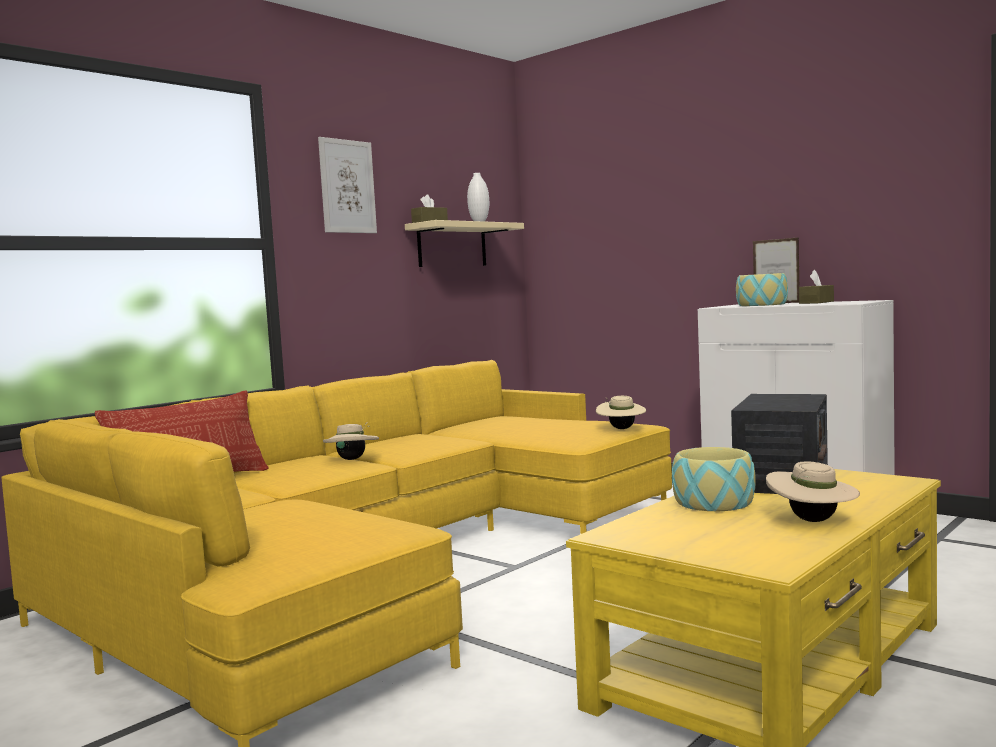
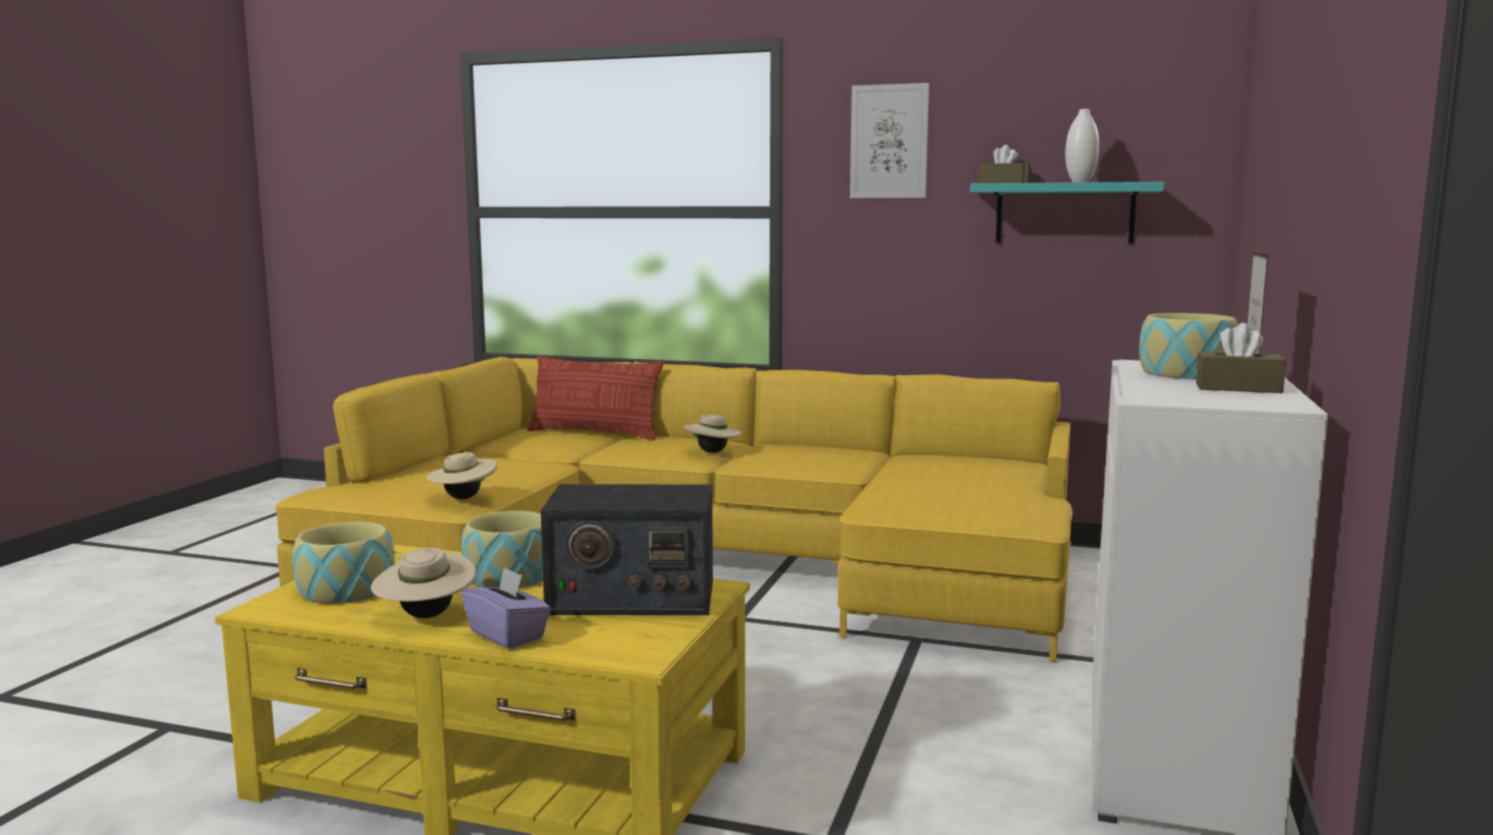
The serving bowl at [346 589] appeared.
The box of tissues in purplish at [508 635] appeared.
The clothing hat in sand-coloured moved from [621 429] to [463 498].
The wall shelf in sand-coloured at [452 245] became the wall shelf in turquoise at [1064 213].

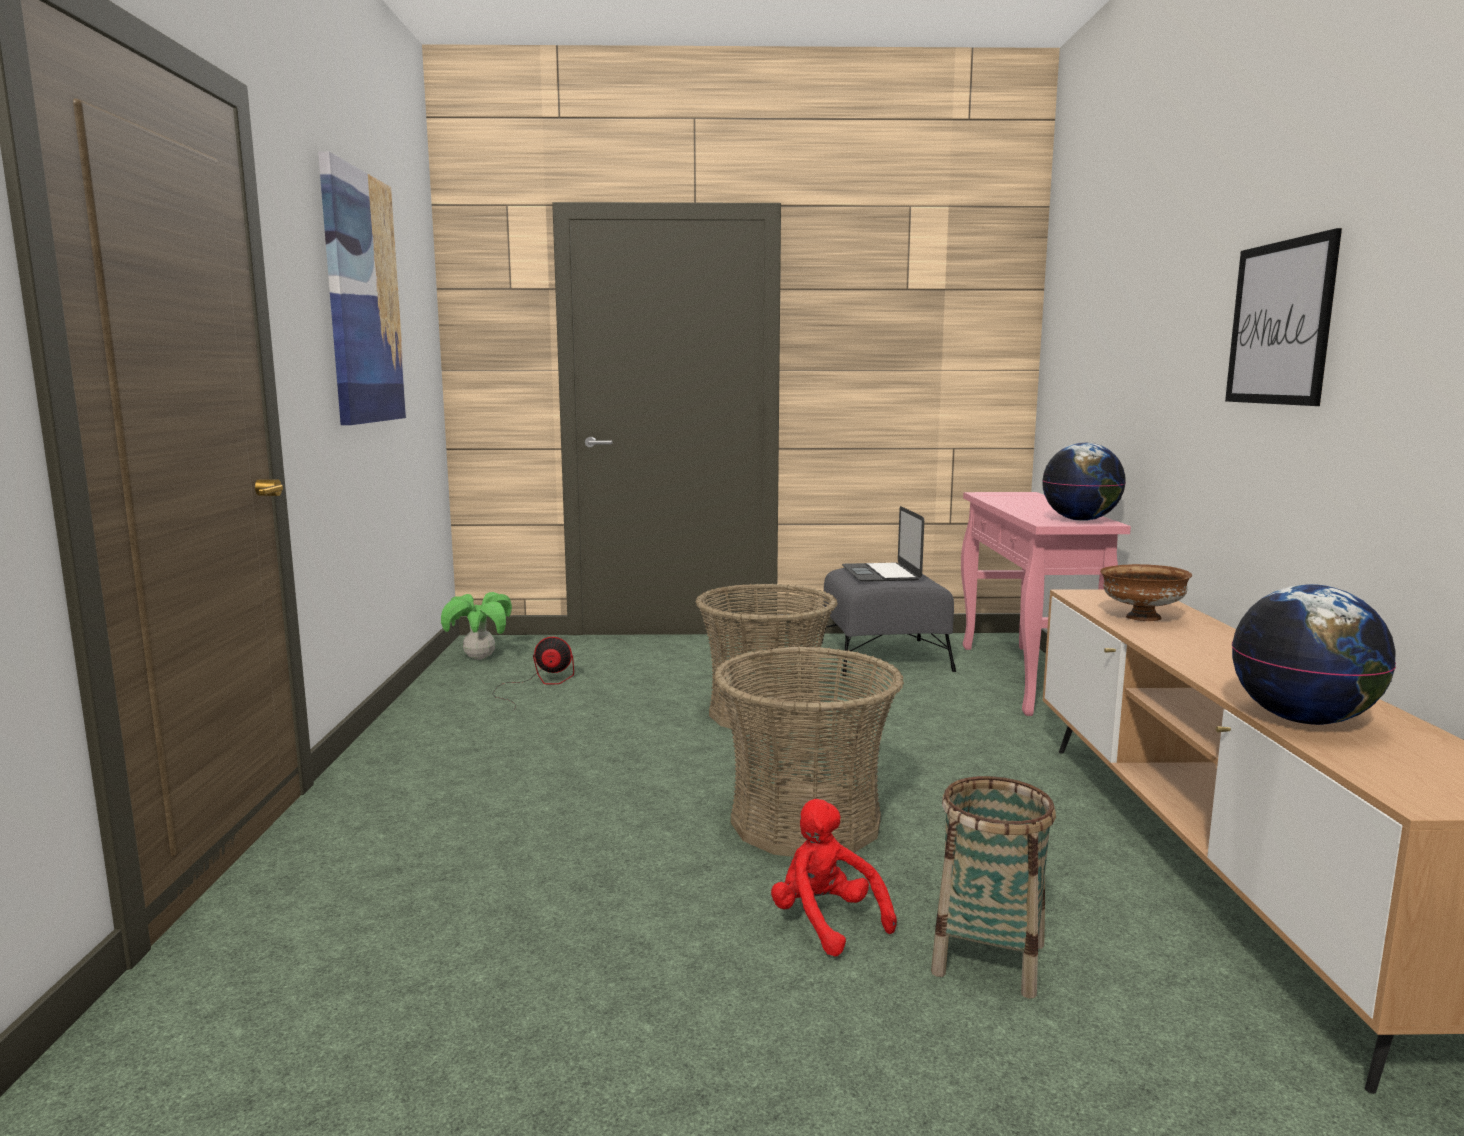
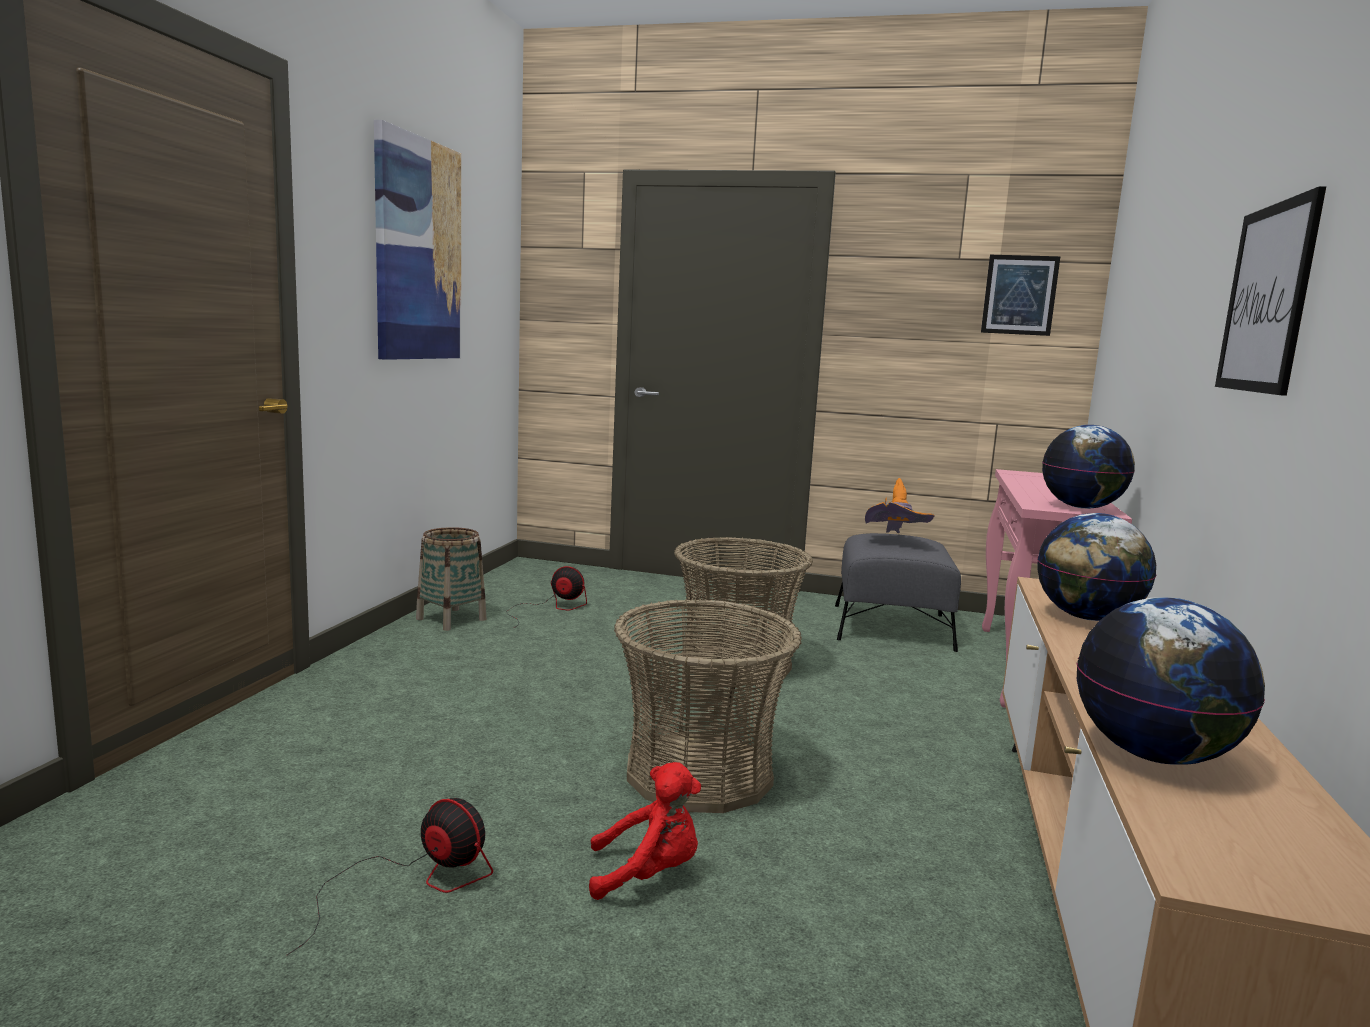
The houseplant at [480 658] disappeared.
The cooling fan at [415 882] appeared.
The wall picture at [1019 295] appeared.
The household basket moved from [988 958] to [451 619].
The notebook computer at [881 573] was replaced by the clothing hat in orange-coloured at [894 542].
The serving bowl in brownish at [1141 618] was replaced by the world globe at [1086 618].
The plush toy in red-coloured at [826 921] turned 105 degrees clockwise.

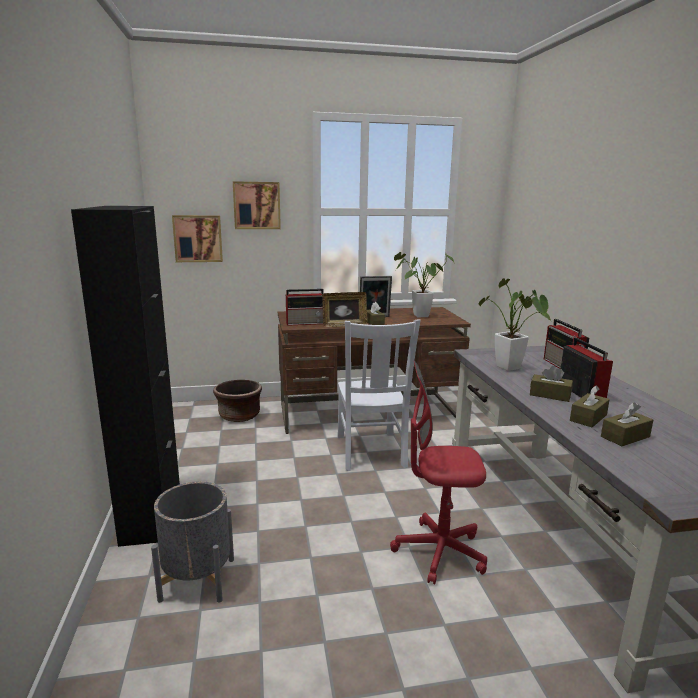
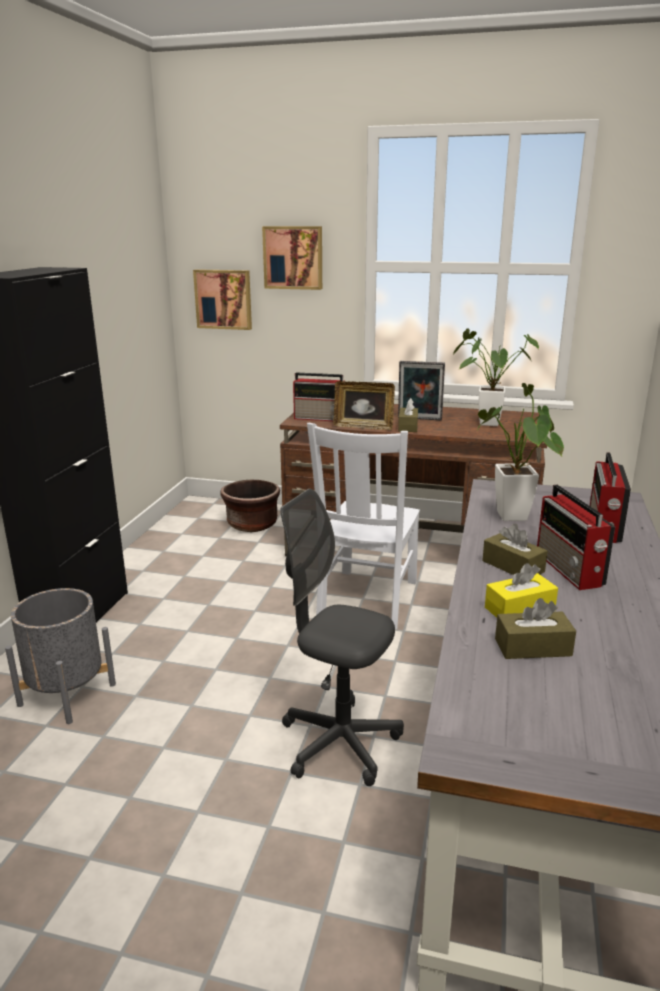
The office chair in red-coloured at [439 552] became the office chair in gray at [339 743].
The box of tissues in brownish at [588 418] became the box of tissues in yellowish at [519 609].
The radio at [580 391] turned 150 degrees clockwise.

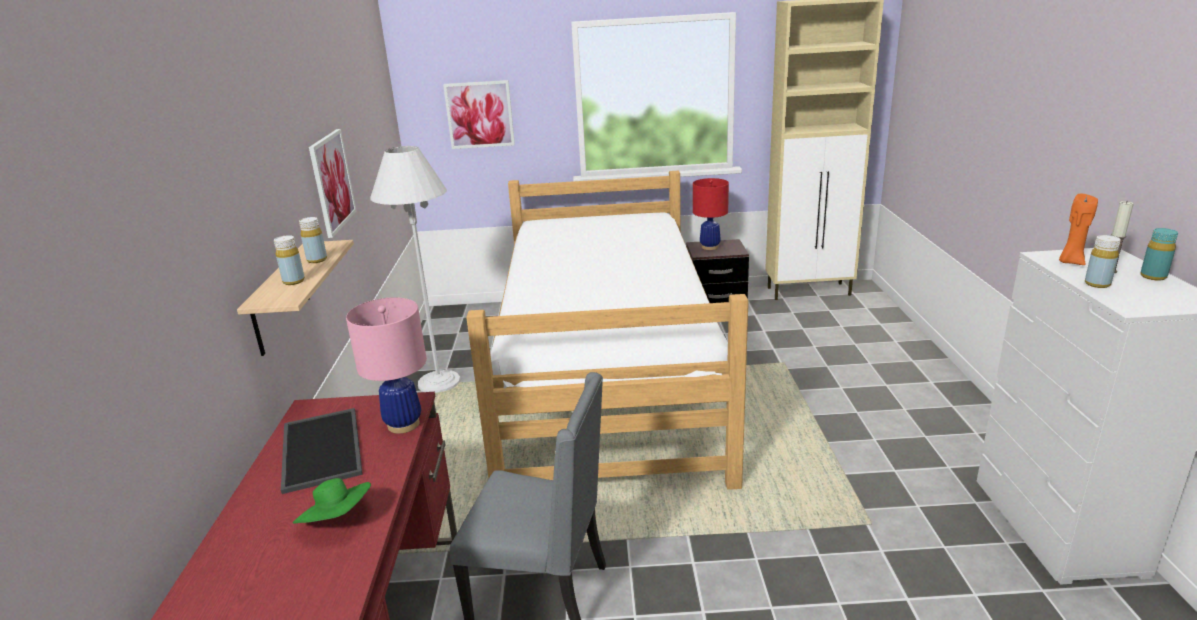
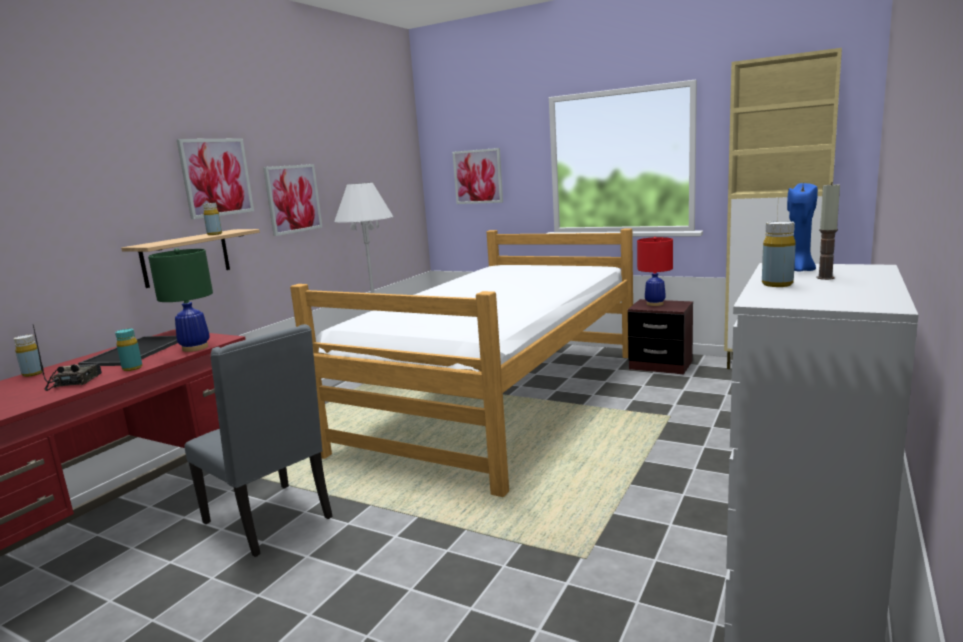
The wall picture at [216 177] appeared.
The drink bottle in yellowish moved from [294 281] to [33 374].
The drink bottle in turquoise moved from [1153 276] to [132 368].
The clothing hat in greenish at [338 520] was replaced by the radio at [74 382].
The table lamp in pinkish at [403 424] became the table lamp in greenish at [195 348].
The wax candle in orange-coloured at [1070 262] became the wax candle in bluish at [797 270].

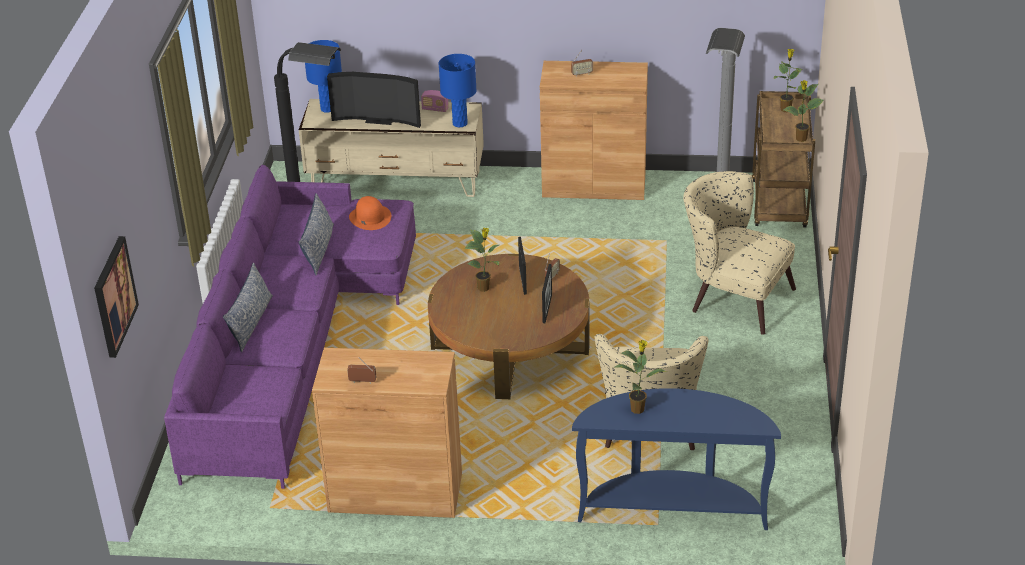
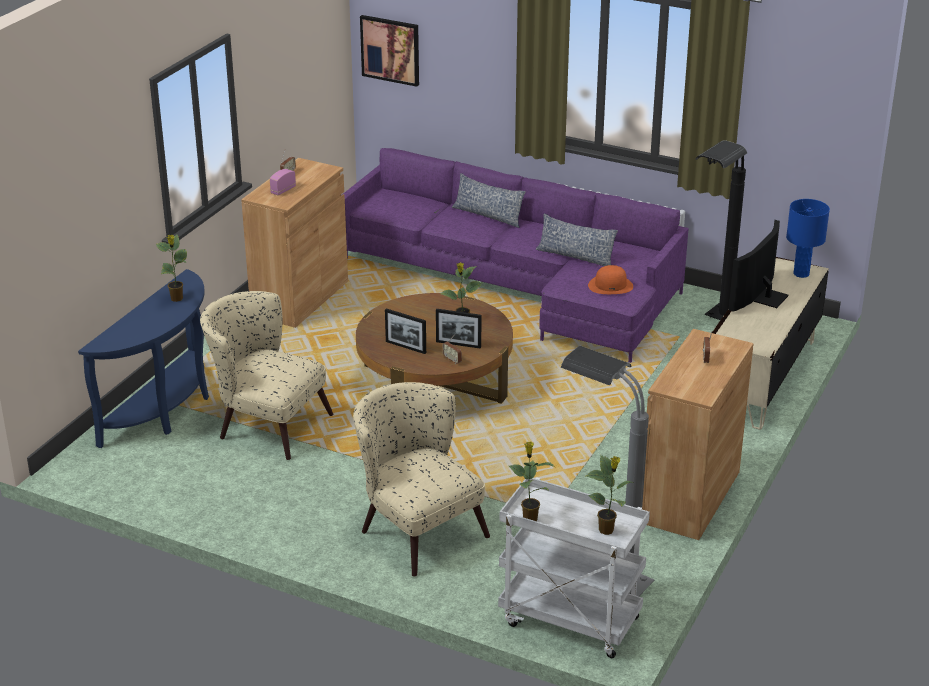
The table lamp in bluish at [459 123] disappeared.
The radio moved from [435 109] to [283 190].
The trolley in brownish at [780 205] became the trolley in white-coloured at [568 621].
The armchair in sand-coloured at [732 297] turned 90 degrees counterclockwise.

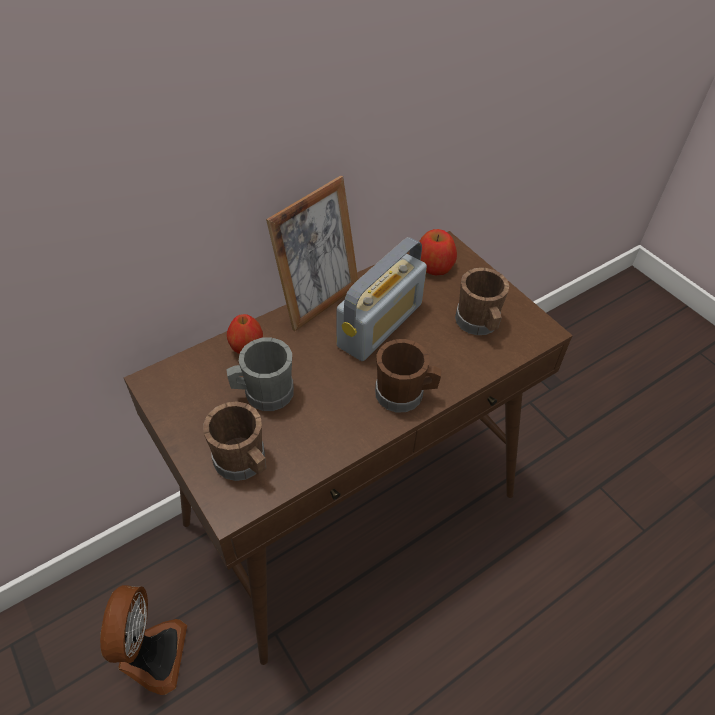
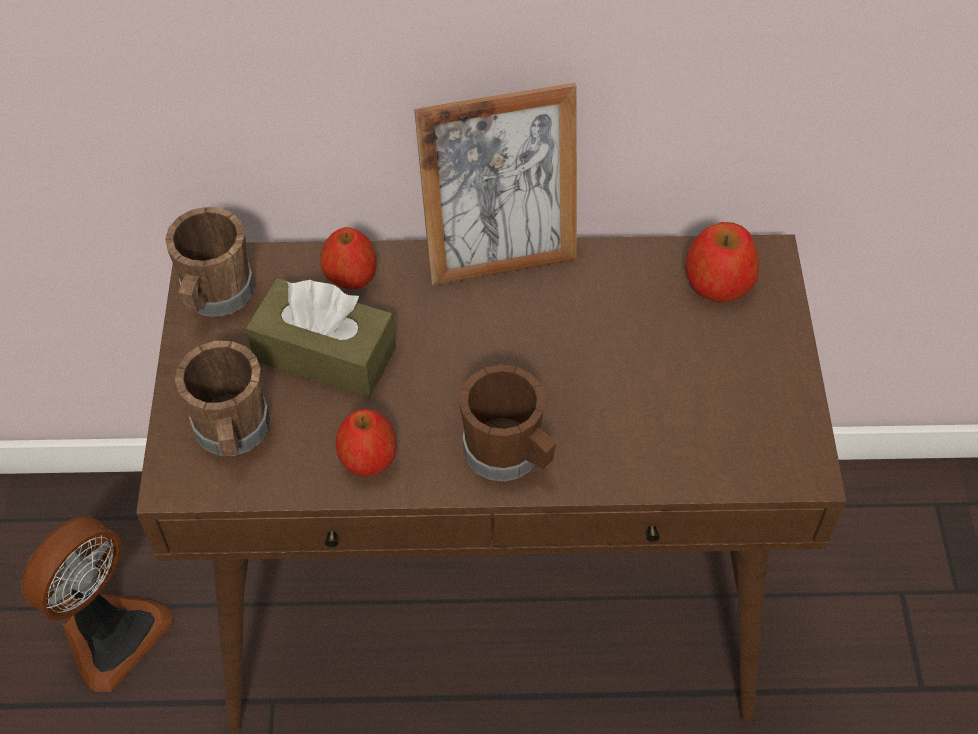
The radio at [380 325] disappeared.
The apple at [368 460] appeared.
The coffee mug in brownish moved from [478 324] to [215 296].
The coffee mug in gray at [263 393] was replaced by the box of tissues in brownish at [325 354].

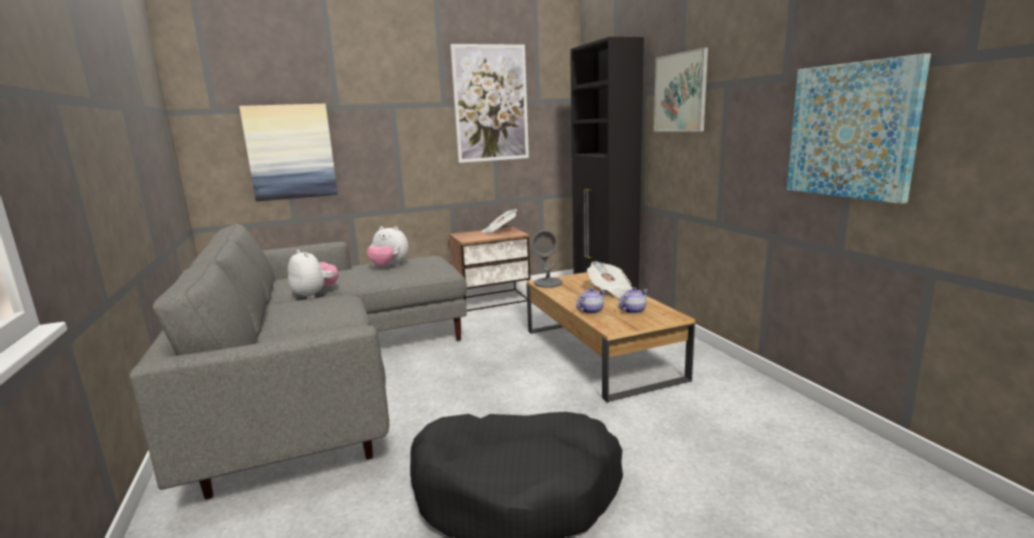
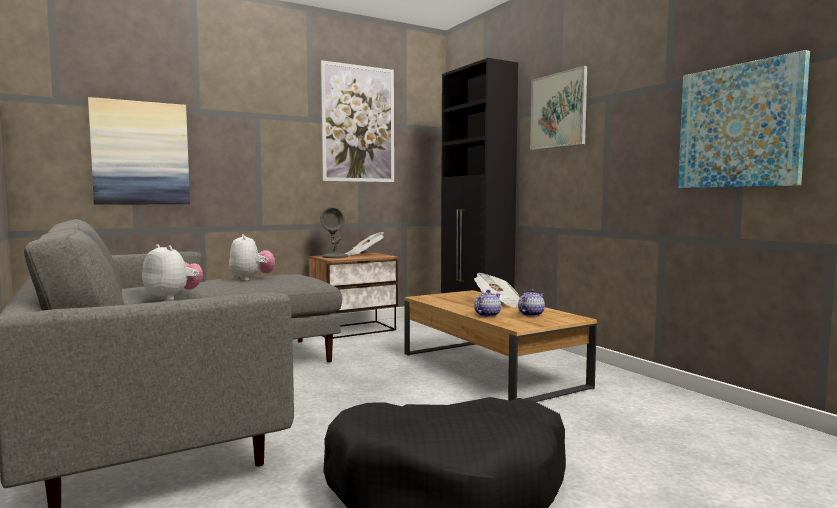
The table lamp in gray moved from [548 283] to [335 256].
The plush toy at [389 266] turned 120 degrees counterclockwise.

